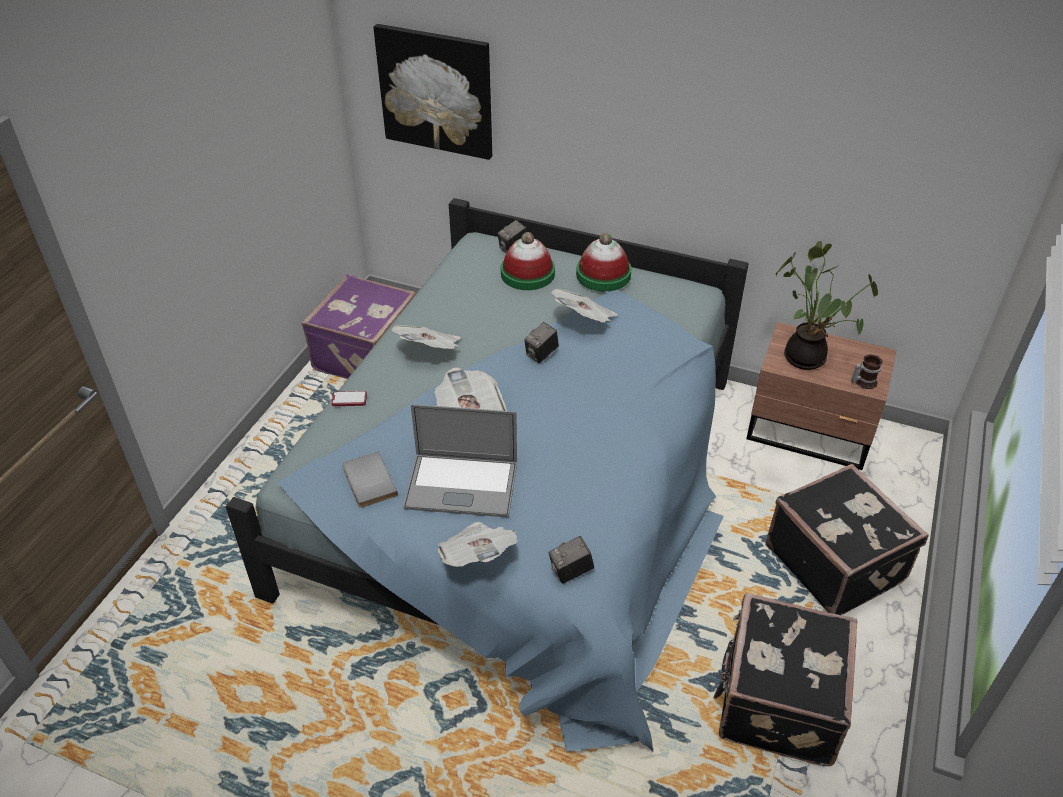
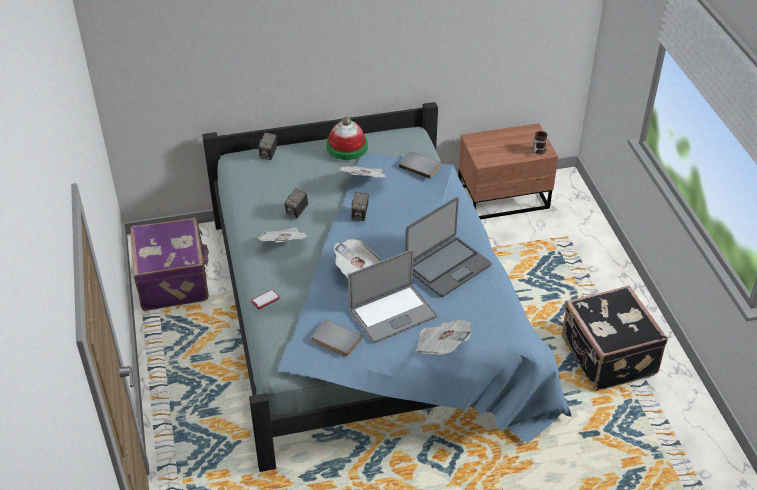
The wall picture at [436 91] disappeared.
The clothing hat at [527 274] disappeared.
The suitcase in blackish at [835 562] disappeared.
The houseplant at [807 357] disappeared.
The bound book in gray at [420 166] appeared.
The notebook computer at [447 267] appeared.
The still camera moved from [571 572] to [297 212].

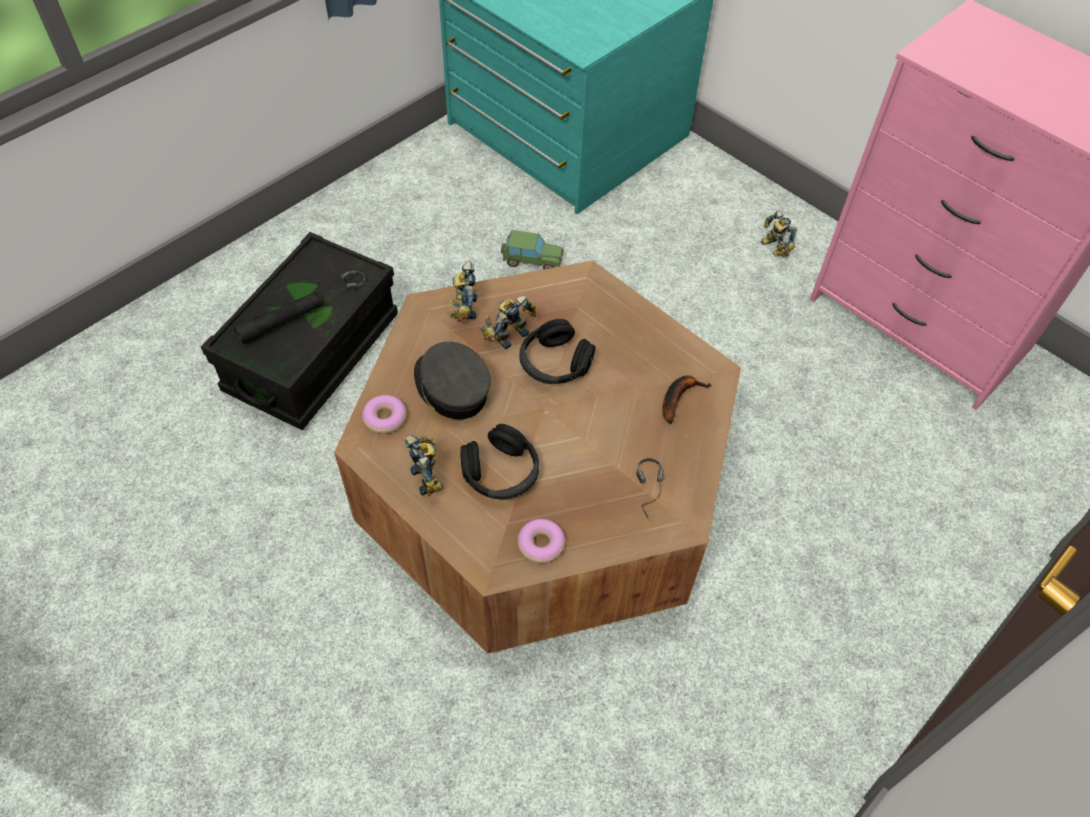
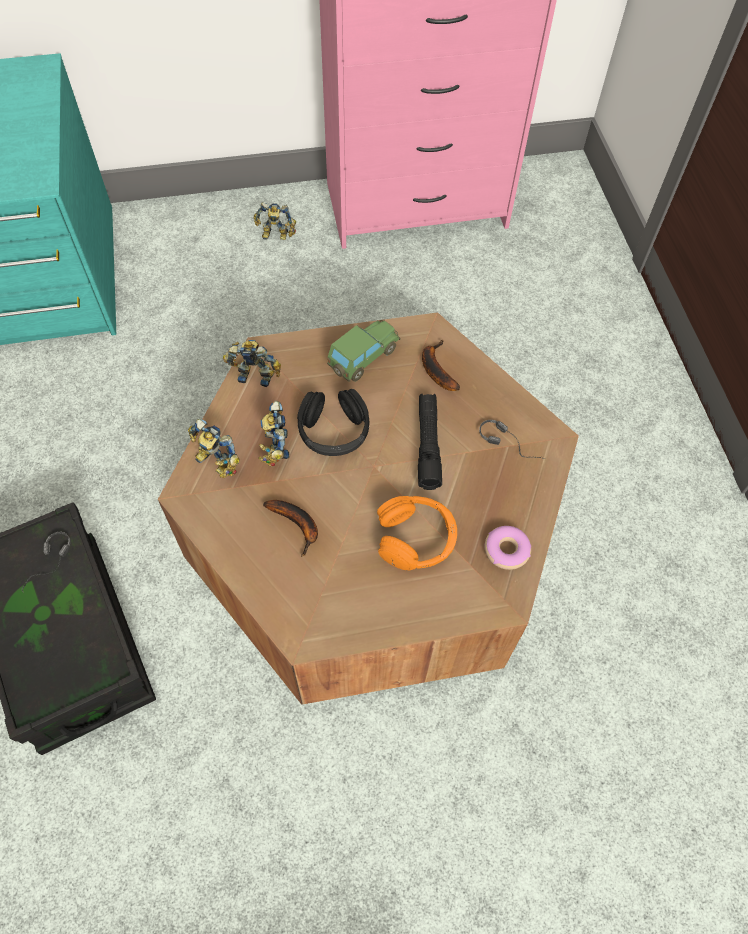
The donut at [385 418] disappeared.
The torch in blackish moved from [281 323] to [428 445].
The model robot moved from [429 477] to [255 374].
The toy car moved from [532 260] to [362 358].
The cap in gray at [451 388] was replaced by the banana fruit at [297 525].
The headphones in blackish at [501 473] became the headphones in orange-coloured at [416 538].

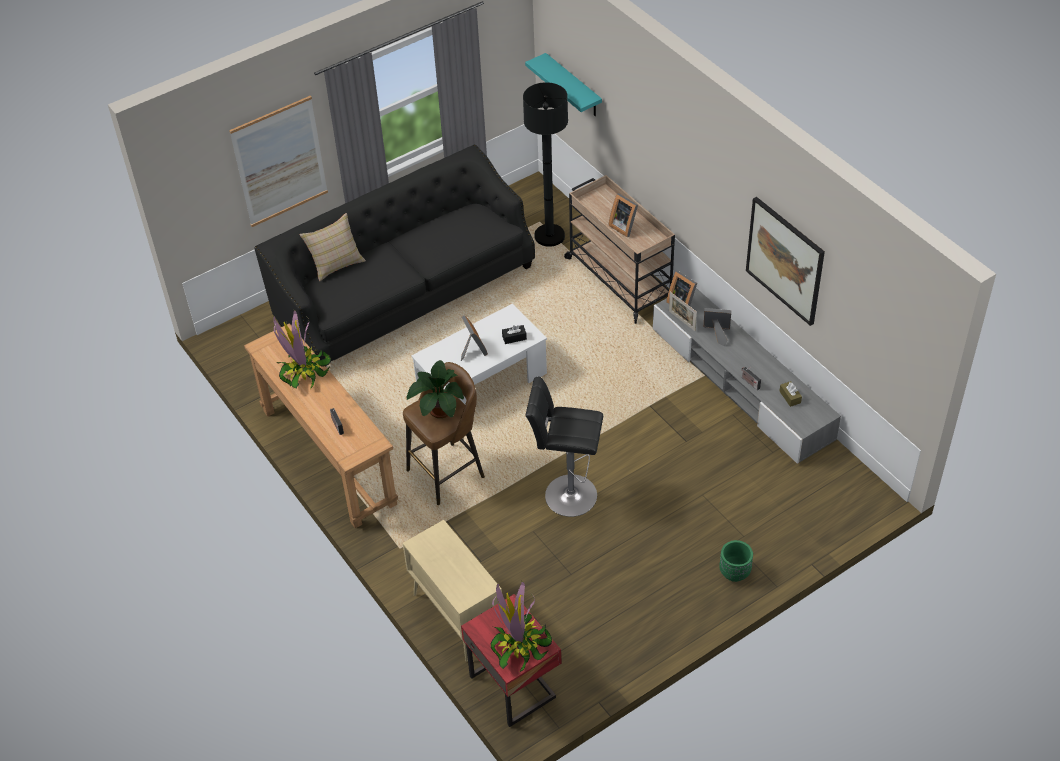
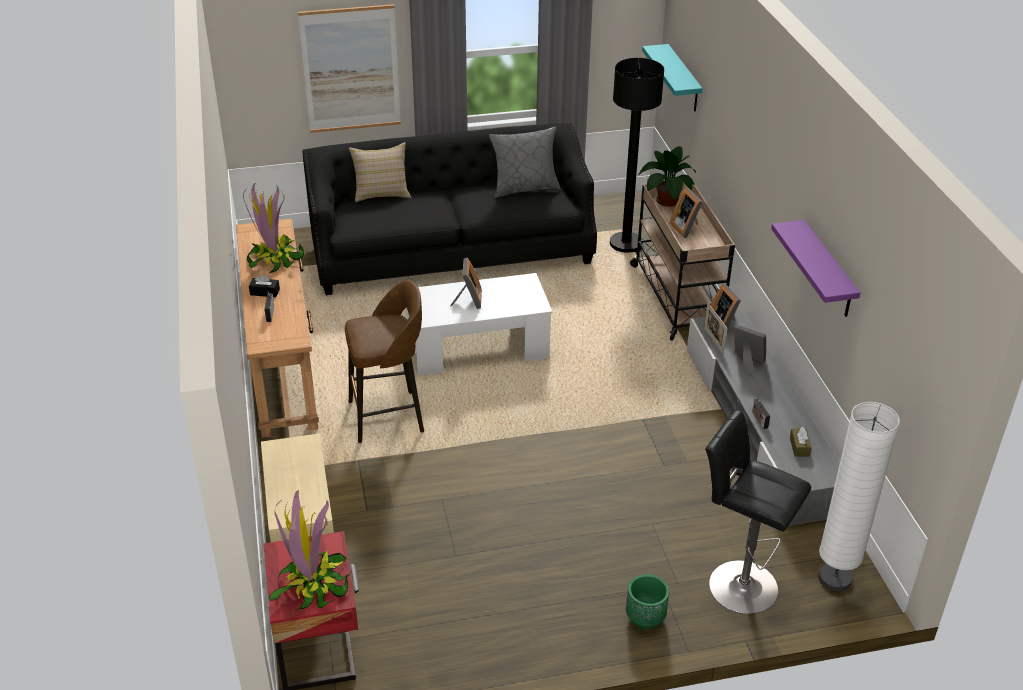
The pillow in gray at [524 188] appeared.
The floor lamp in white-coloured at [835 579] appeared.
The houseplant moved from [439 410] to [666 201].
The box of tissues in blackish moved from [514 338] to [265 292].
The stool in blackish moved from [566 495] to [738 584].
The wall picture at [785 260] was replaced by the wall shelf in purplish at [828 270].

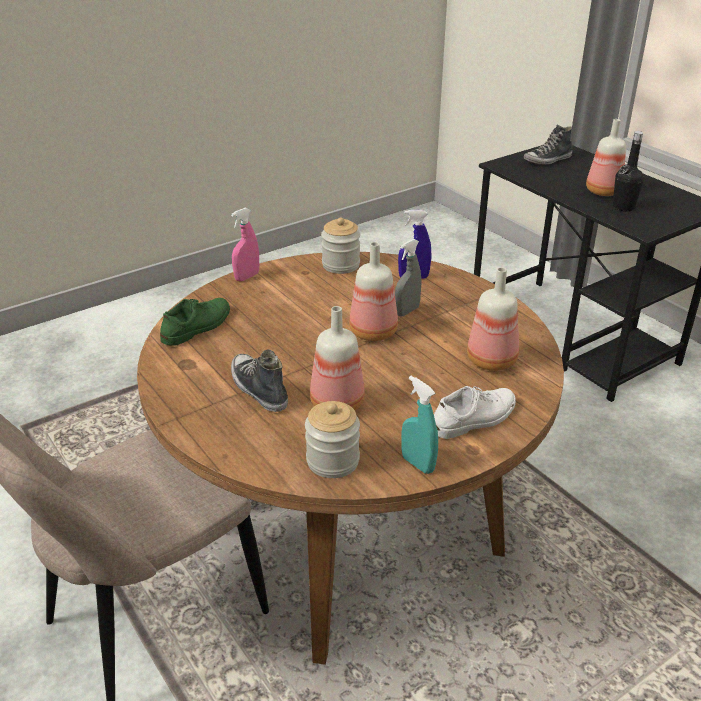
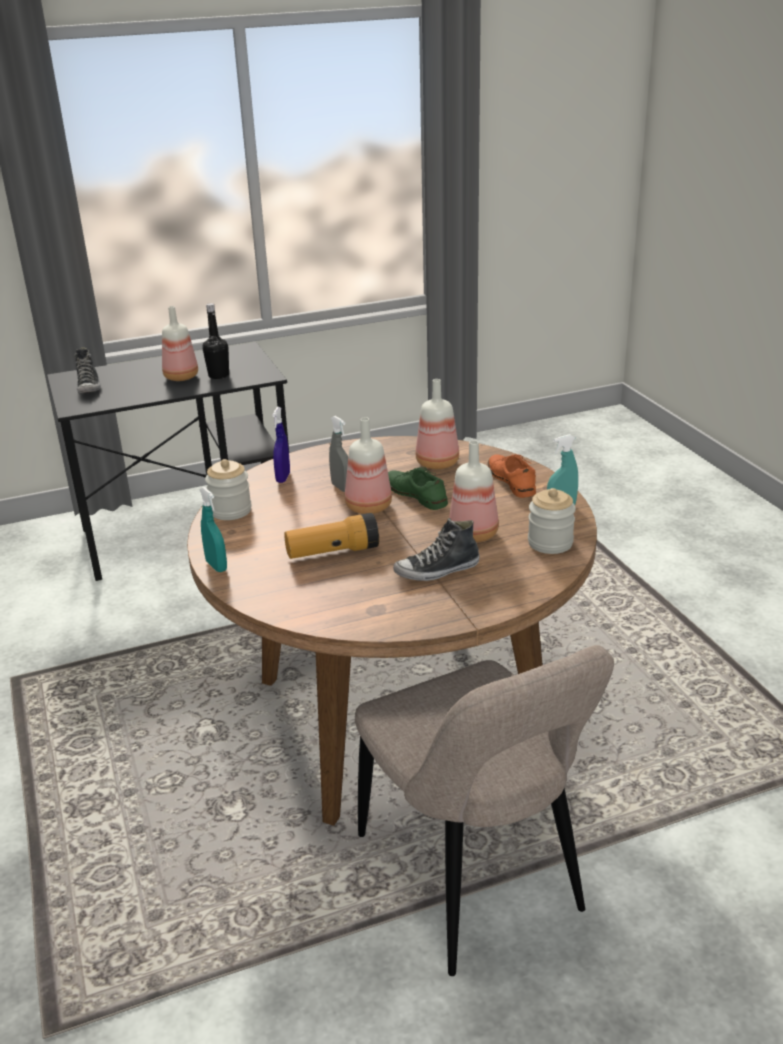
The torch at [332 552] appeared.
The low shoe in greenish moved from [197 326] to [416 494].
The sprayer in pinkish at [247 277] became the sprayer in turquoise at [216 566].
The low shoe in white-coloured at [474 418] became the low shoe in orange-coloured at [511 481].

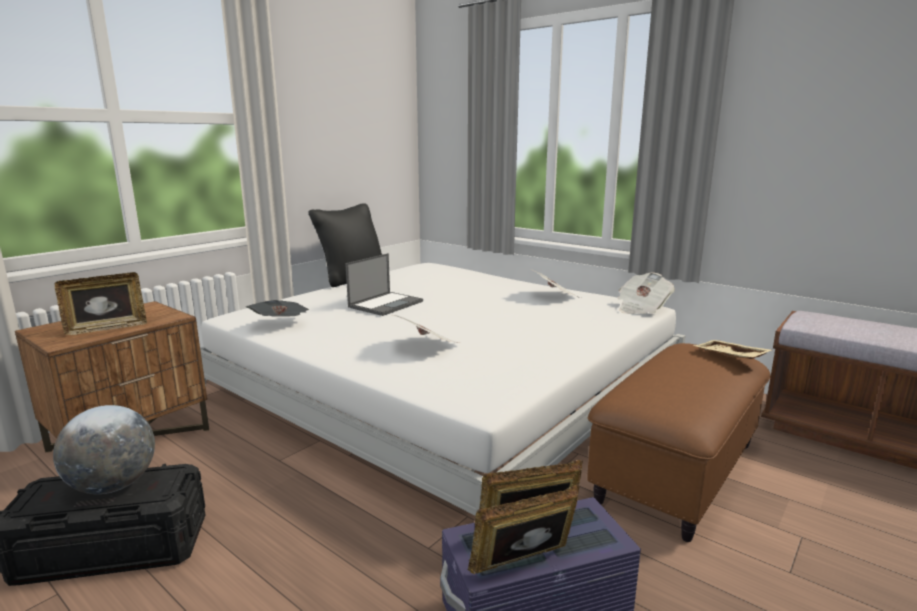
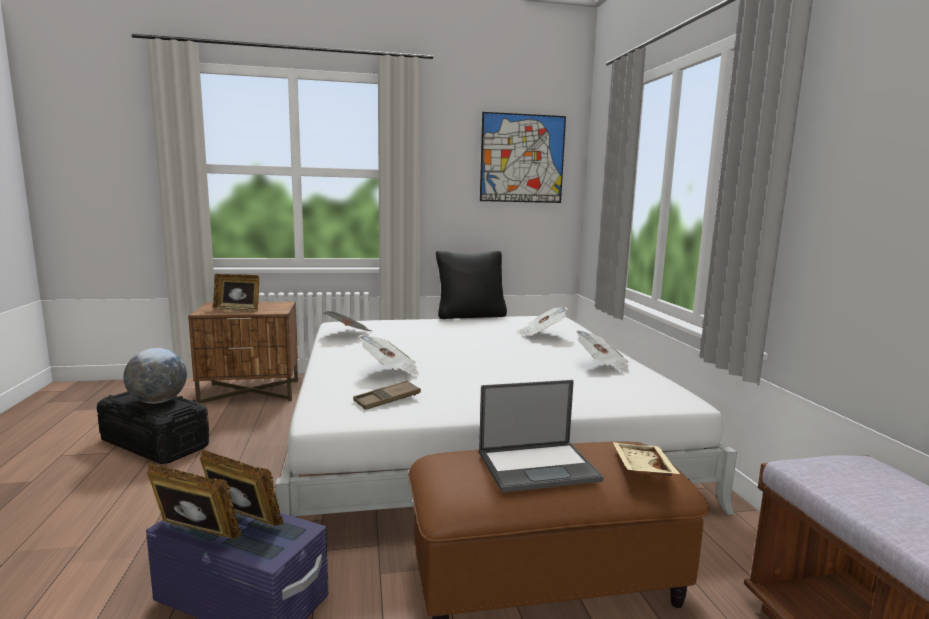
The serving tray in brownish at [387 400] appeared.
The wall picture at [522 158] appeared.
The notebook computer moved from [386 304] to [539 466].
The newspaper moved from [641 308] to [541 334].

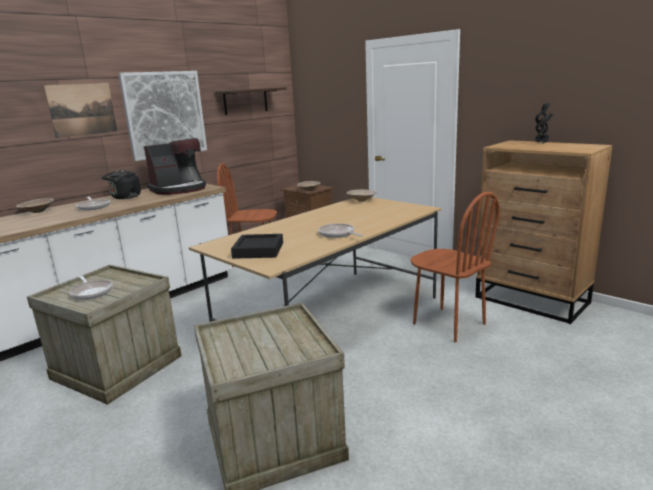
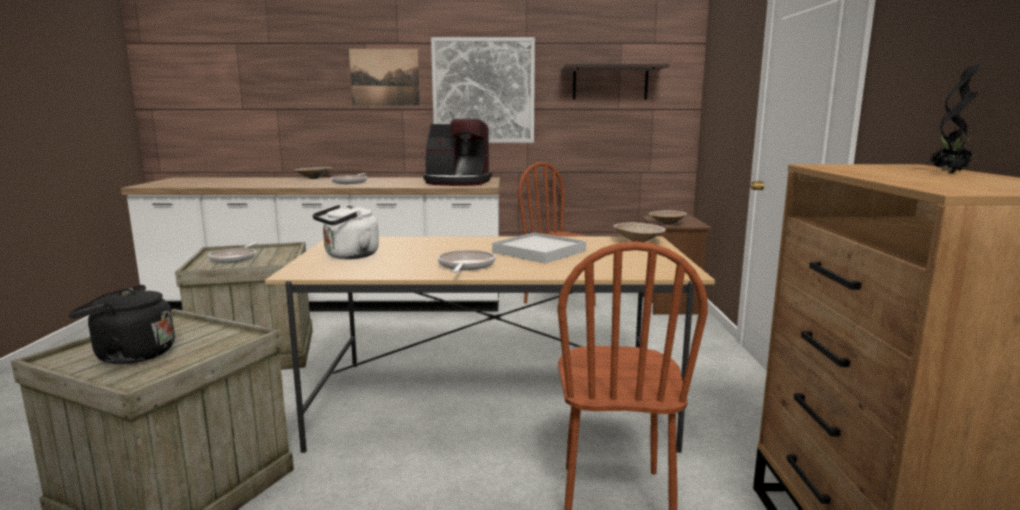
The serving tray in white-coloured at [539 252] appeared.
The kettle in blackish moved from [125 197] to [130 355].
The serving tray in blackish at [258 250] was replaced by the kettle in white-coloured at [349 256].

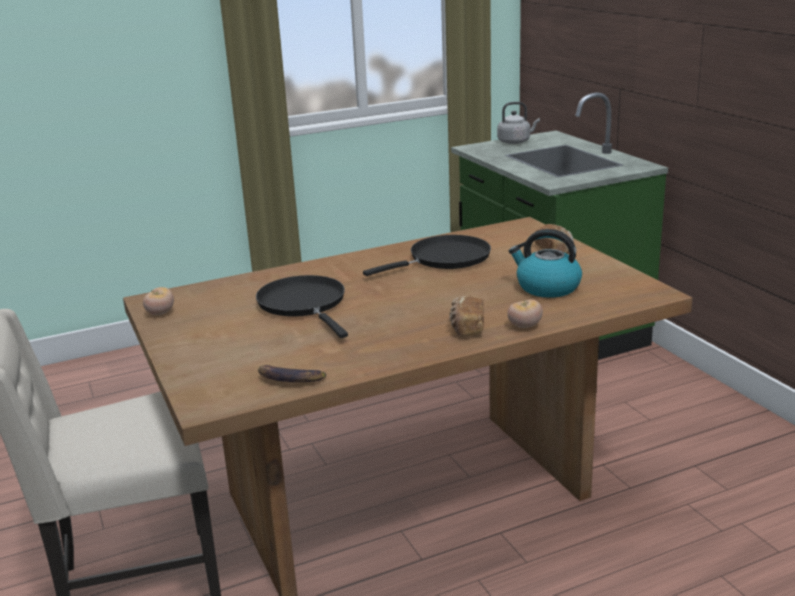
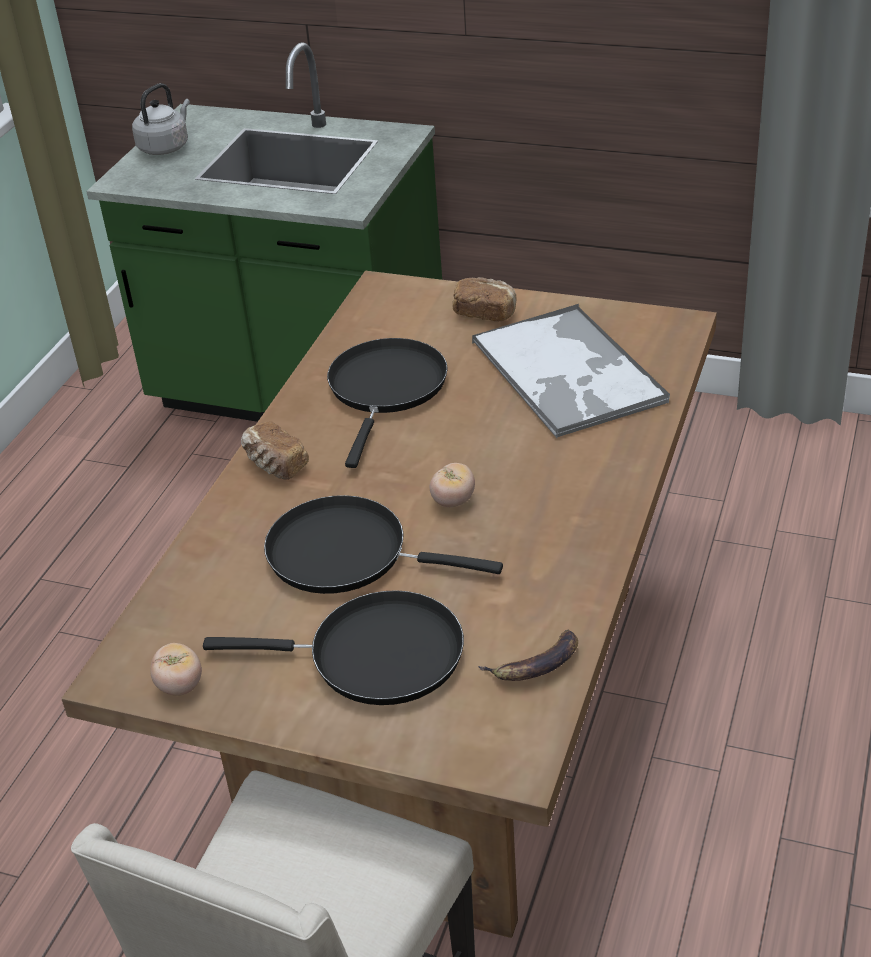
The pan in blackish at [375 656] appeared.
The bread moved from [466 328] to [274 465].
The tomato moved from [524 326] to [453 501].
The kettle at [547 287] was replaced by the serving tray at [568 373].

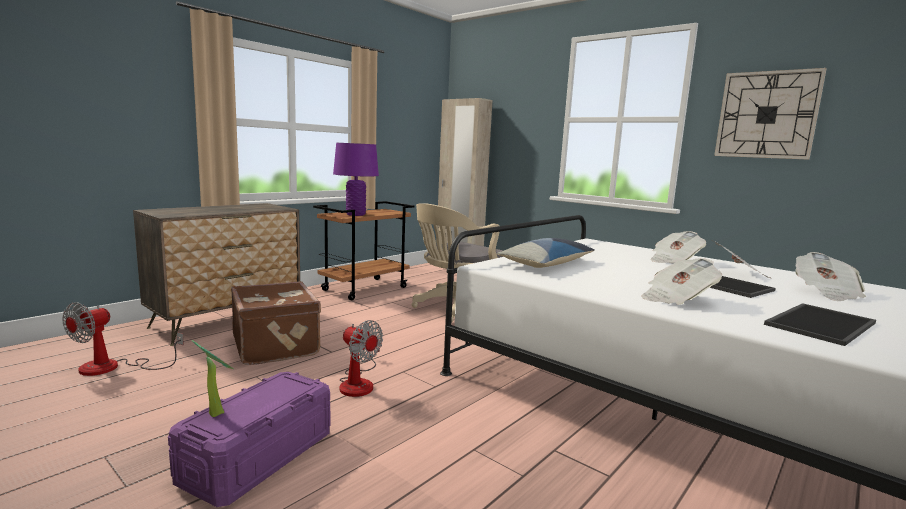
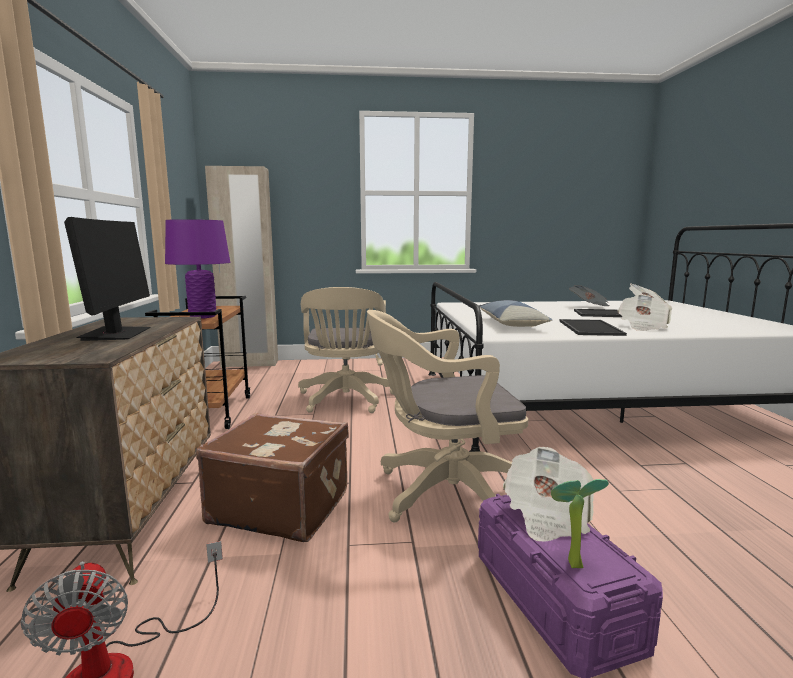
The clock on the wall at [767 115] disappeared.
The computer display at [116 334] appeared.
The newspaper moved from [674 261] to [546 516].
The serving tray moved from [818 323] to [588 328].
The cooling fan at [358 382] was replaced by the office chair in sand-coloured at [444 493].

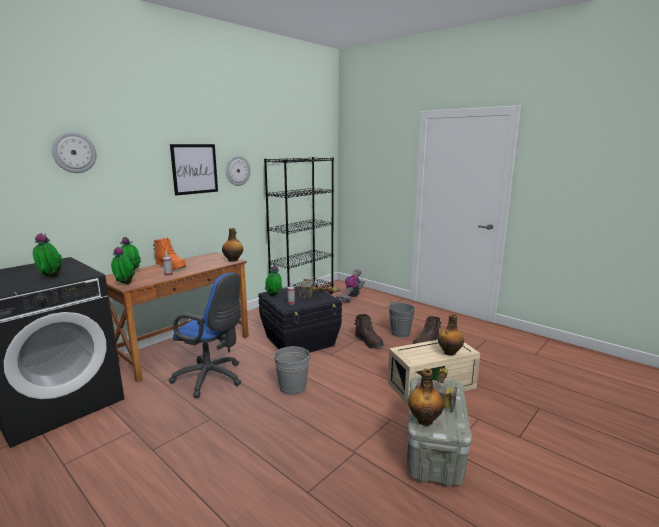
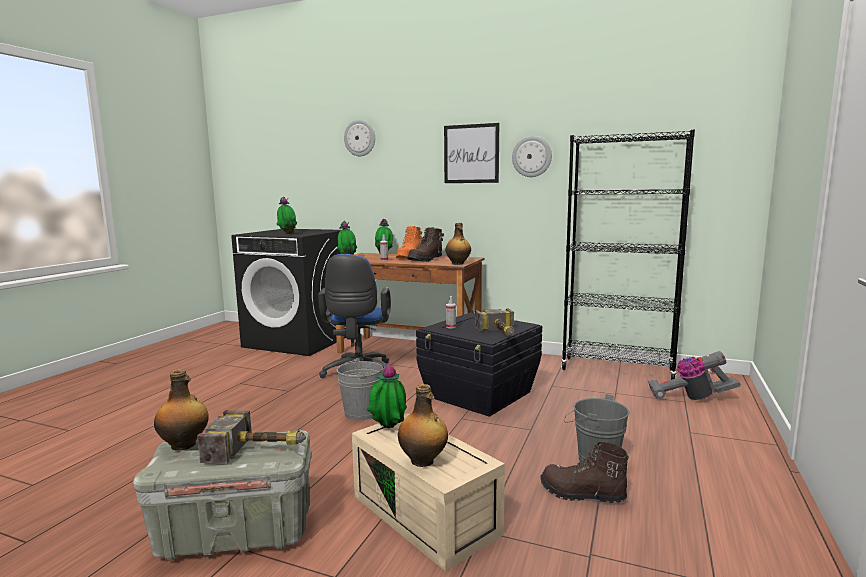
The houseplant moved from [273 296] to [388 430].
The tall boot in brownish moved from [369 342] to [426 260].

